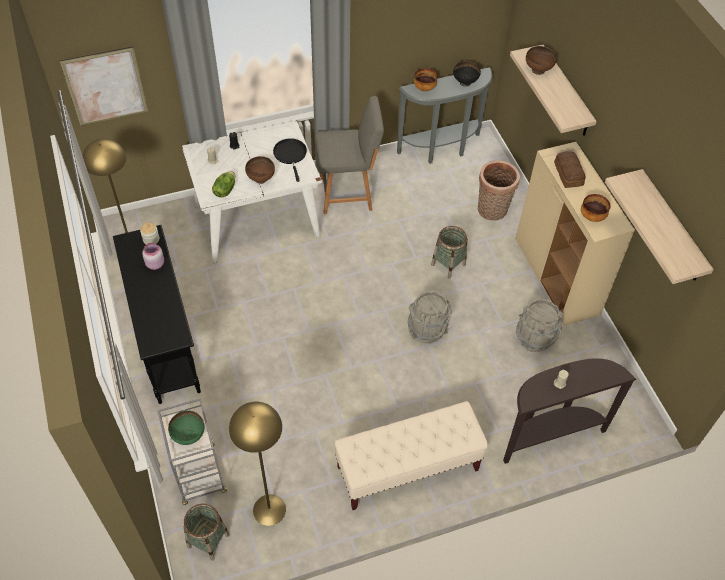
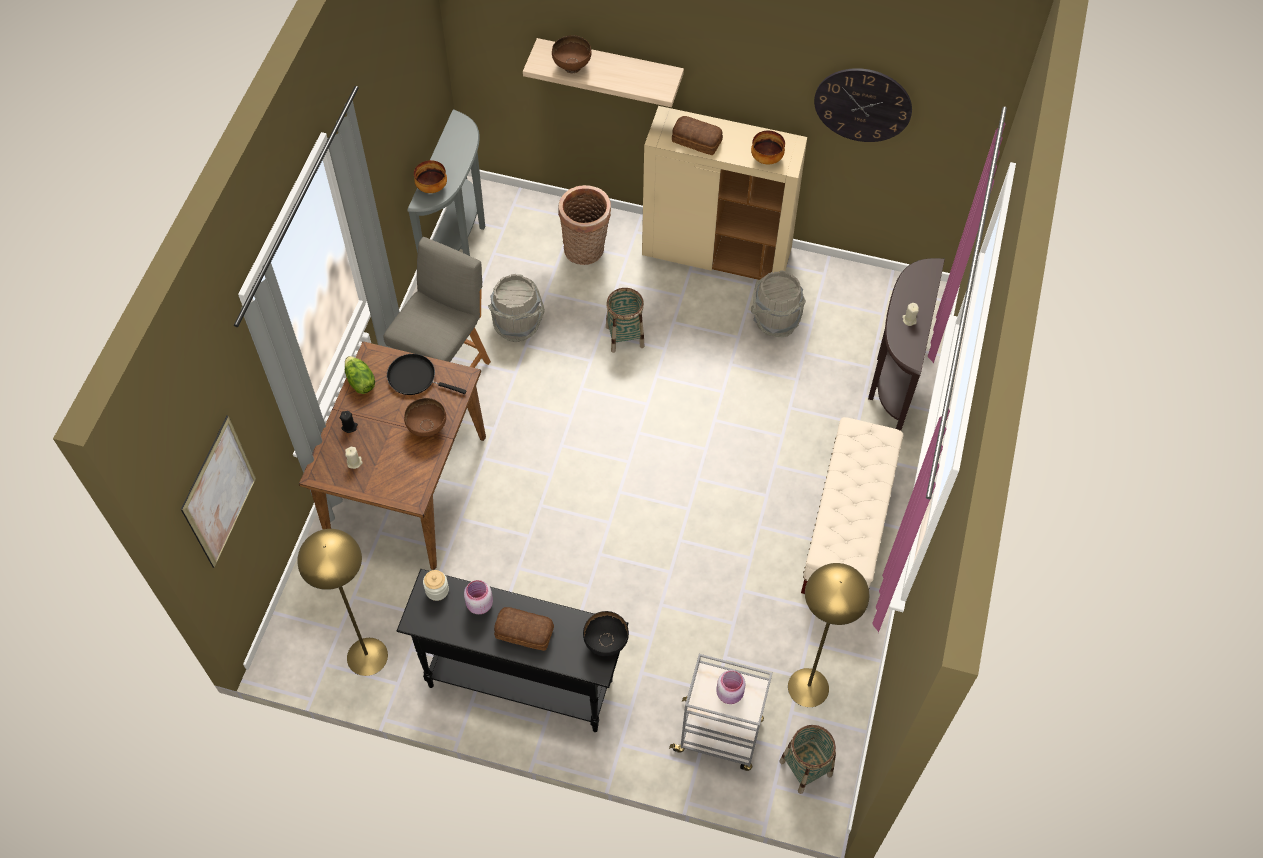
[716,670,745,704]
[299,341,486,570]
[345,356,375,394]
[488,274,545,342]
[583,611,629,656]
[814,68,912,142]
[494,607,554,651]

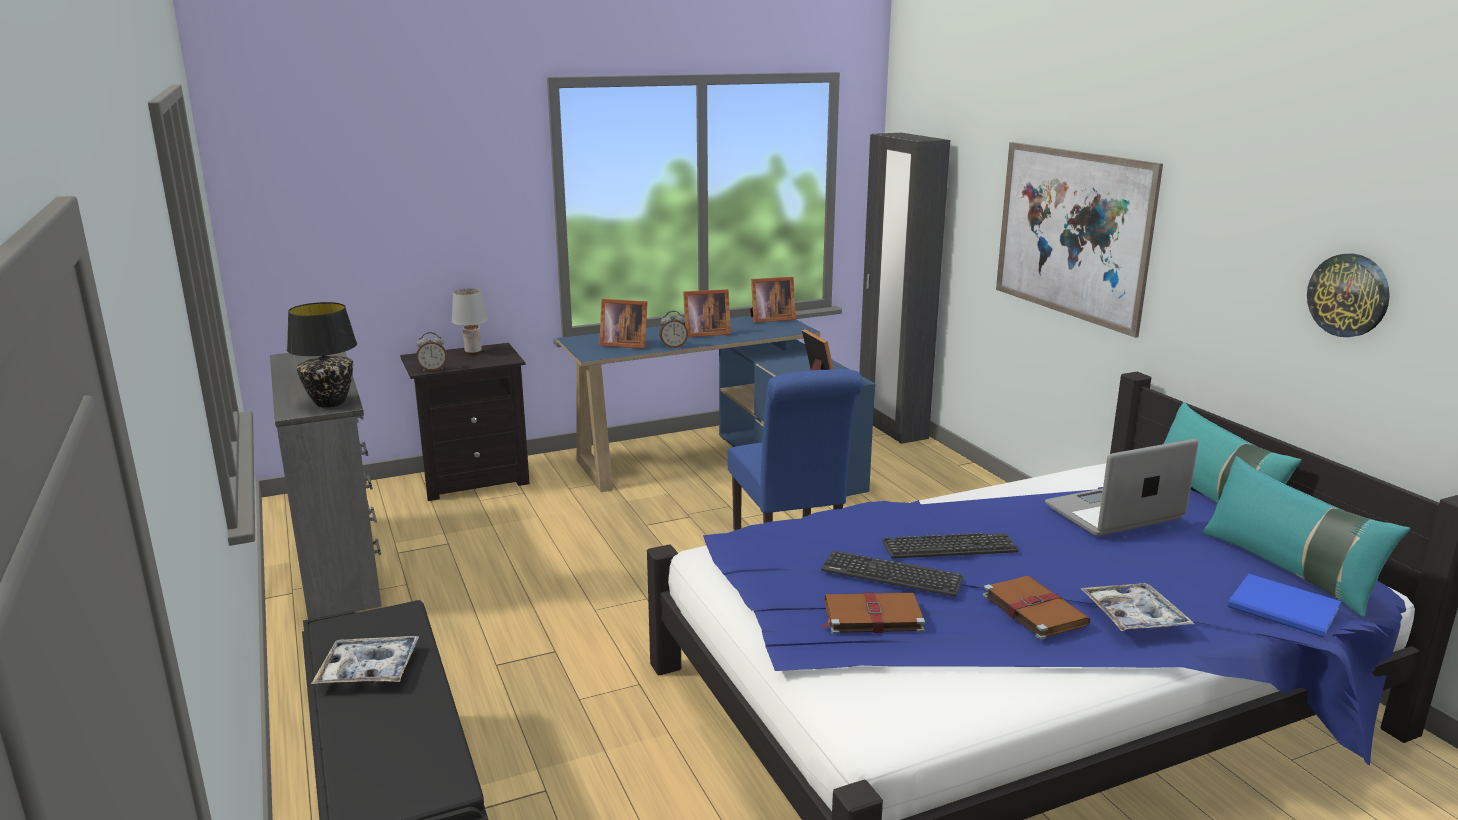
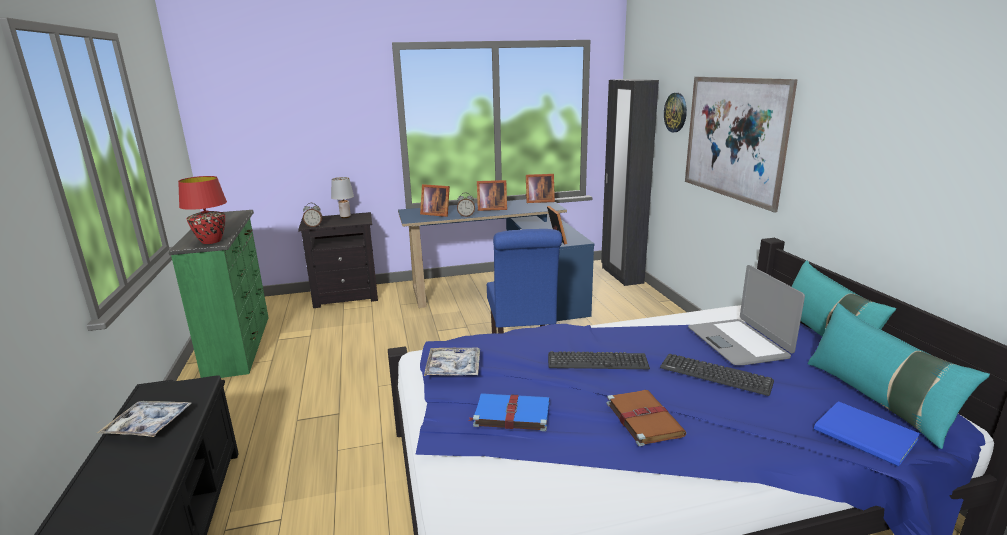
[168,210,269,378]
[178,176,227,244]
[660,354,774,396]
[468,393,549,431]
[688,265,805,365]
[424,347,480,376]
[664,93,687,132]

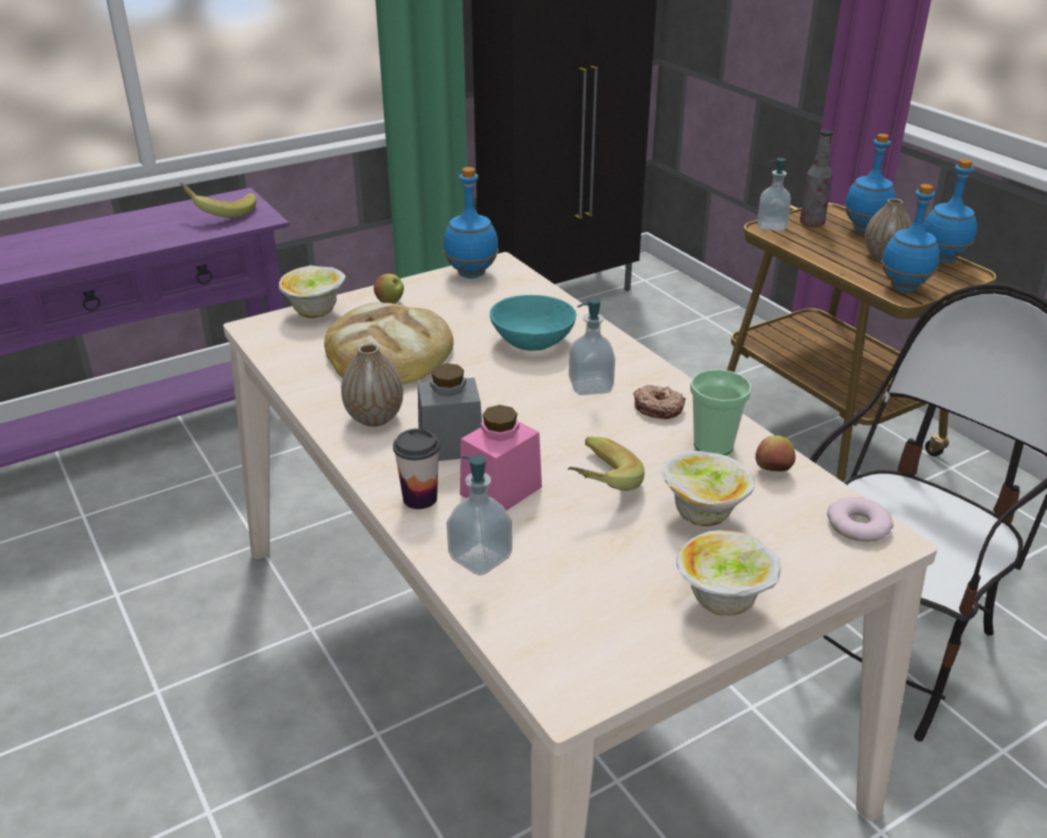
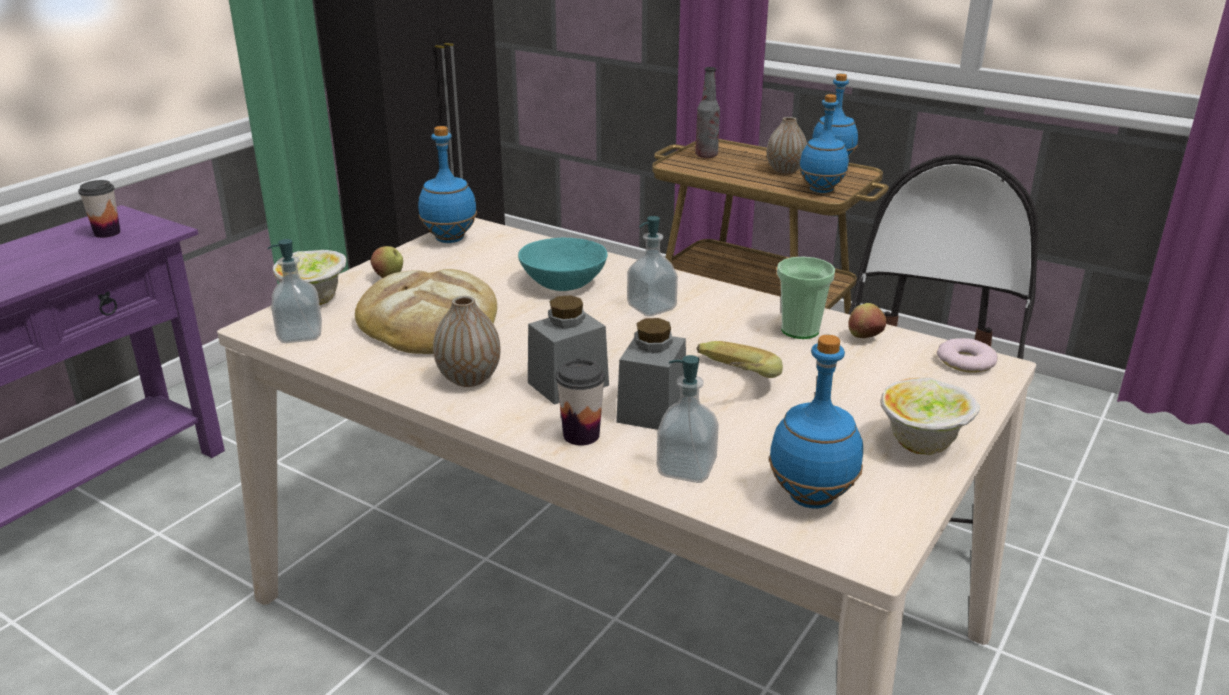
[78,180,120,238]
[616,318,686,430]
[633,385,686,419] (first image)
[661,451,755,526] (first image)
[268,239,322,343]
[769,335,863,508]

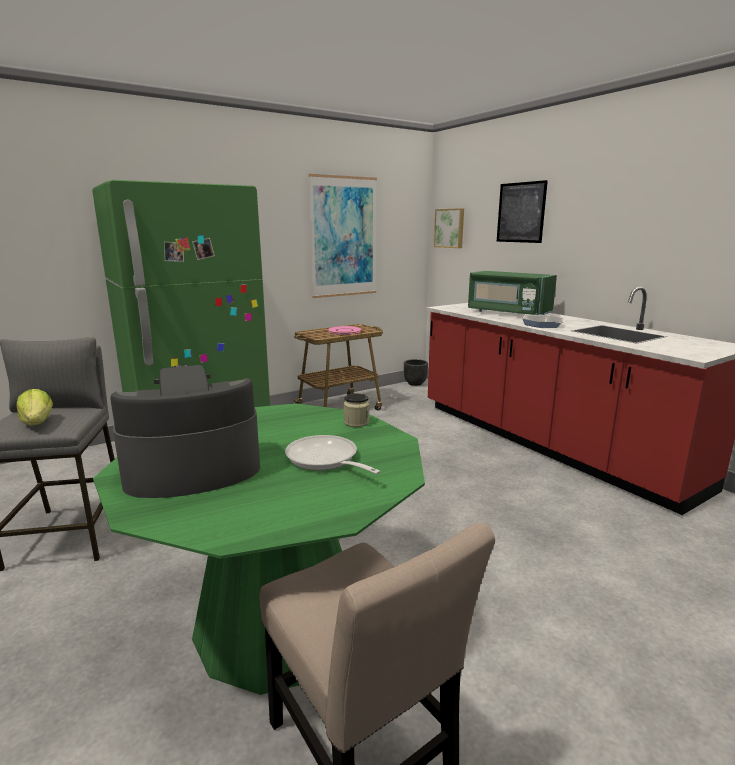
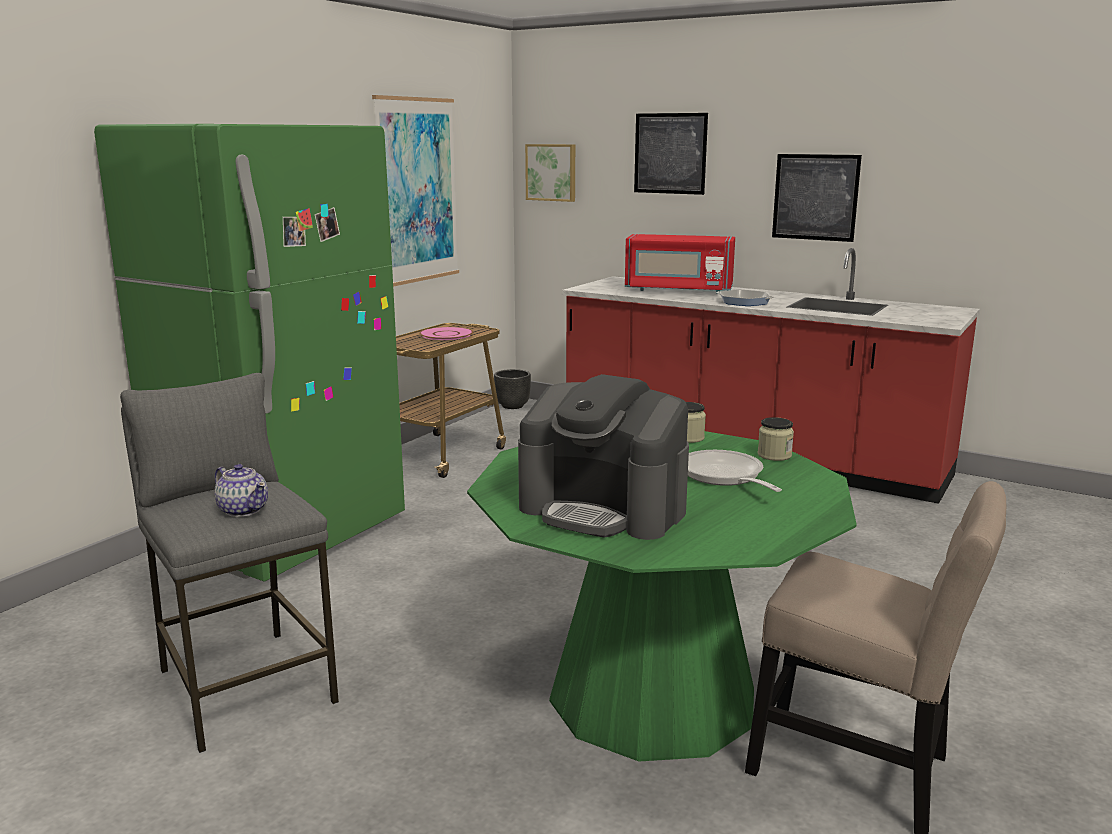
[214,464,268,517]
[518,374,689,540]
[688,450,782,492]
[625,234,735,294]
[758,417,794,461]
[772,154,862,242]

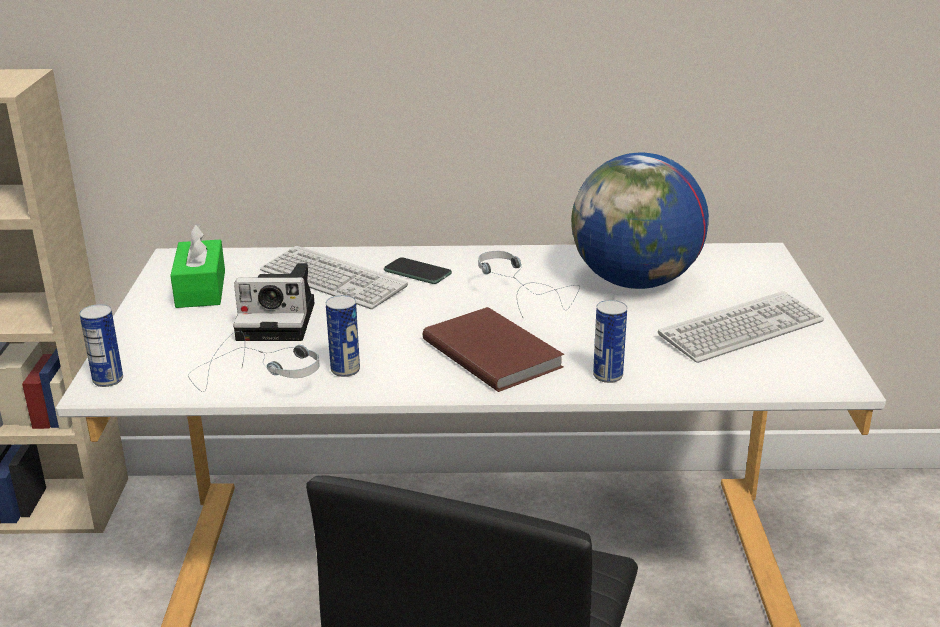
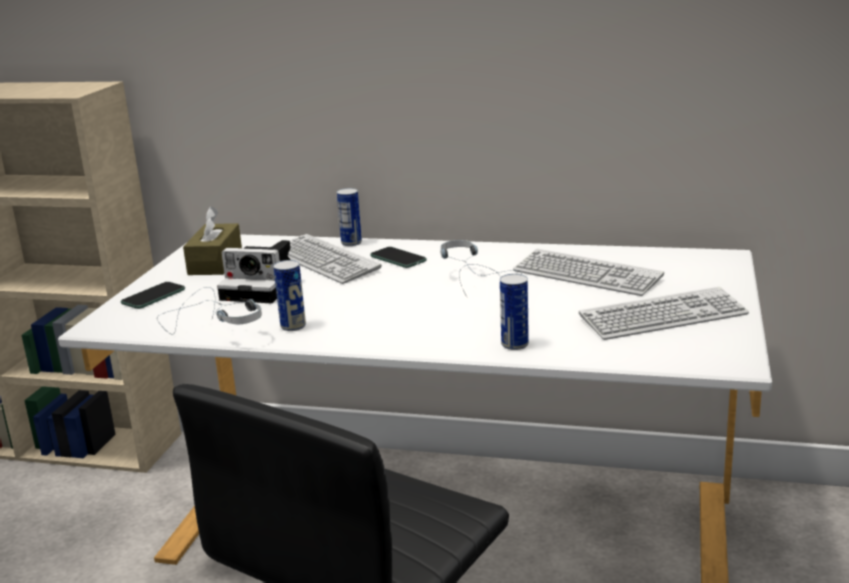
[337,188,362,246]
[183,206,242,275]
[423,307,564,392] (first image)
[513,249,664,296]
[121,282,185,309]

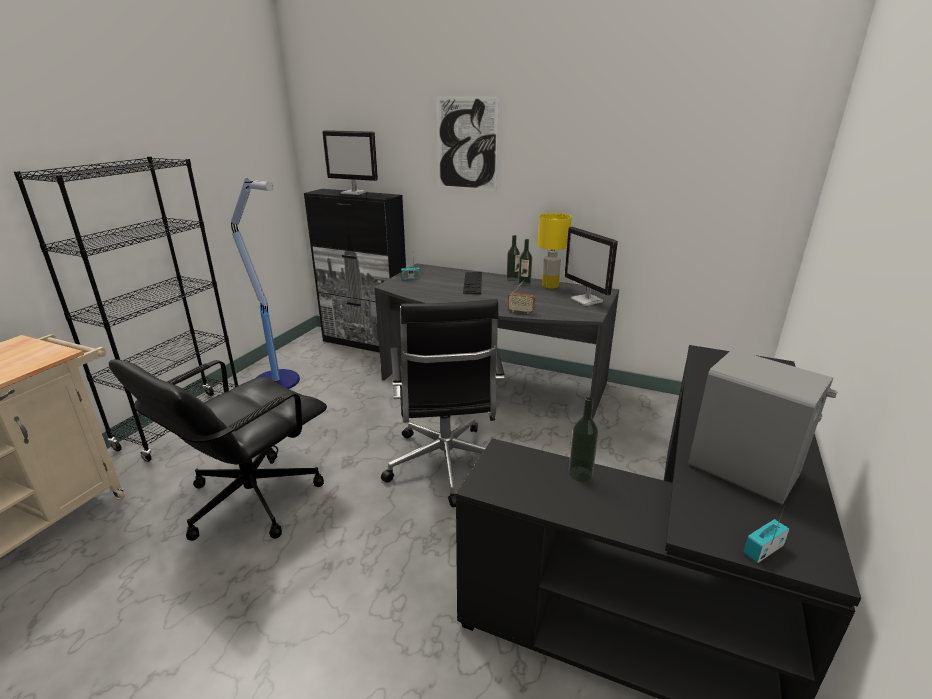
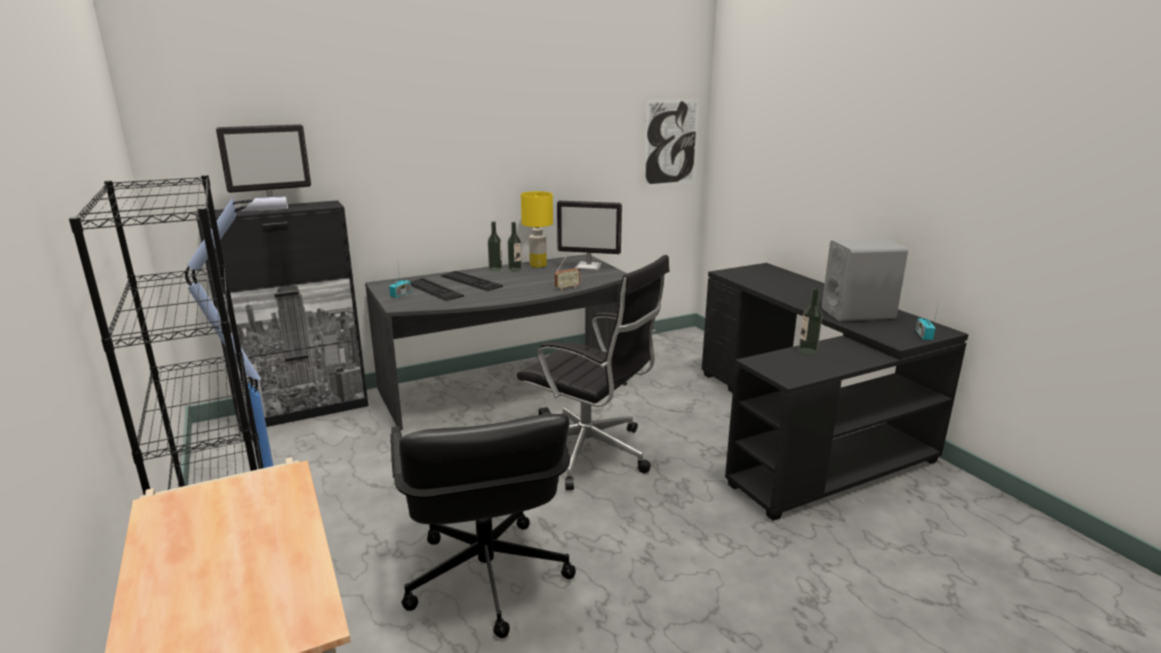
[643,99,699,186]
[410,278,464,301]

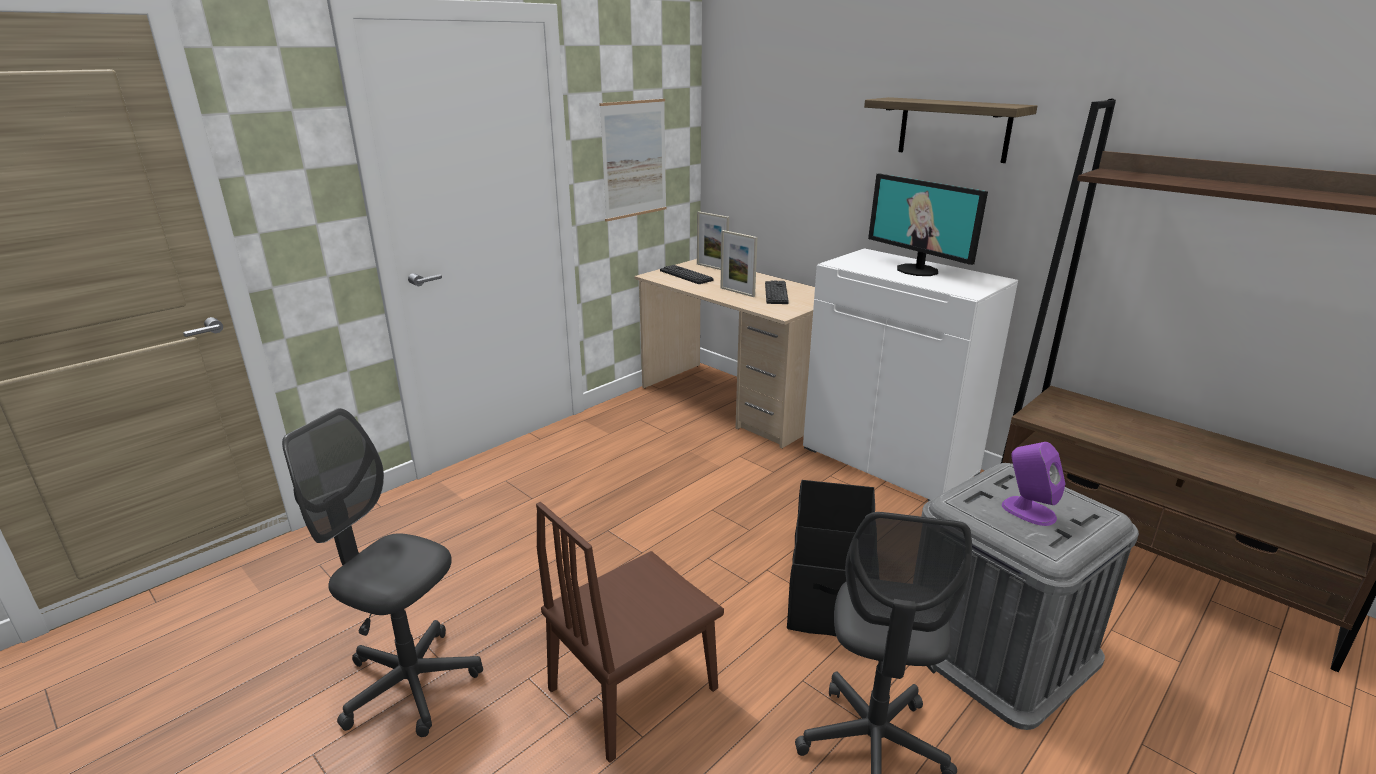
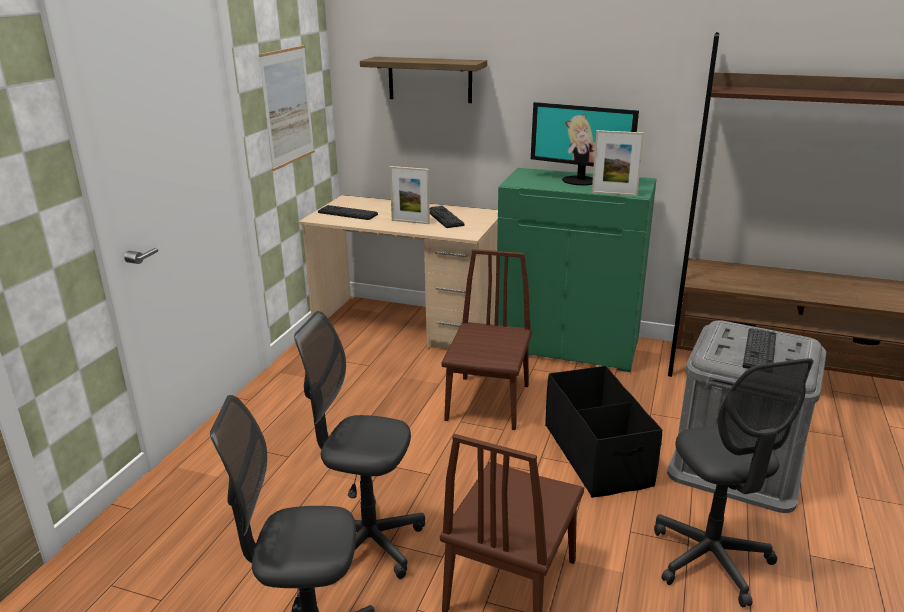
[592,130,644,196]
[497,168,657,372]
[360,57,487,103]
[742,328,776,369]
[294,311,425,579]
[442,249,532,430]

